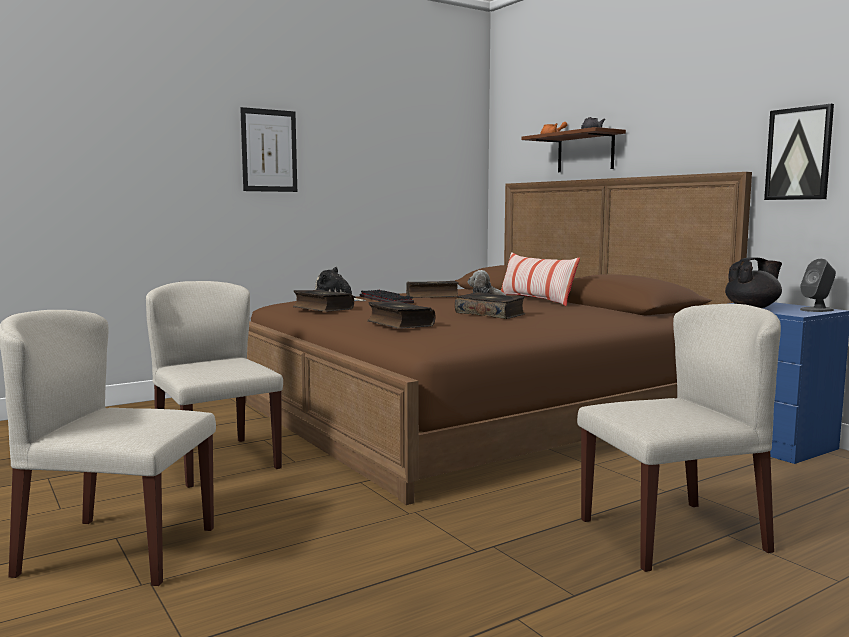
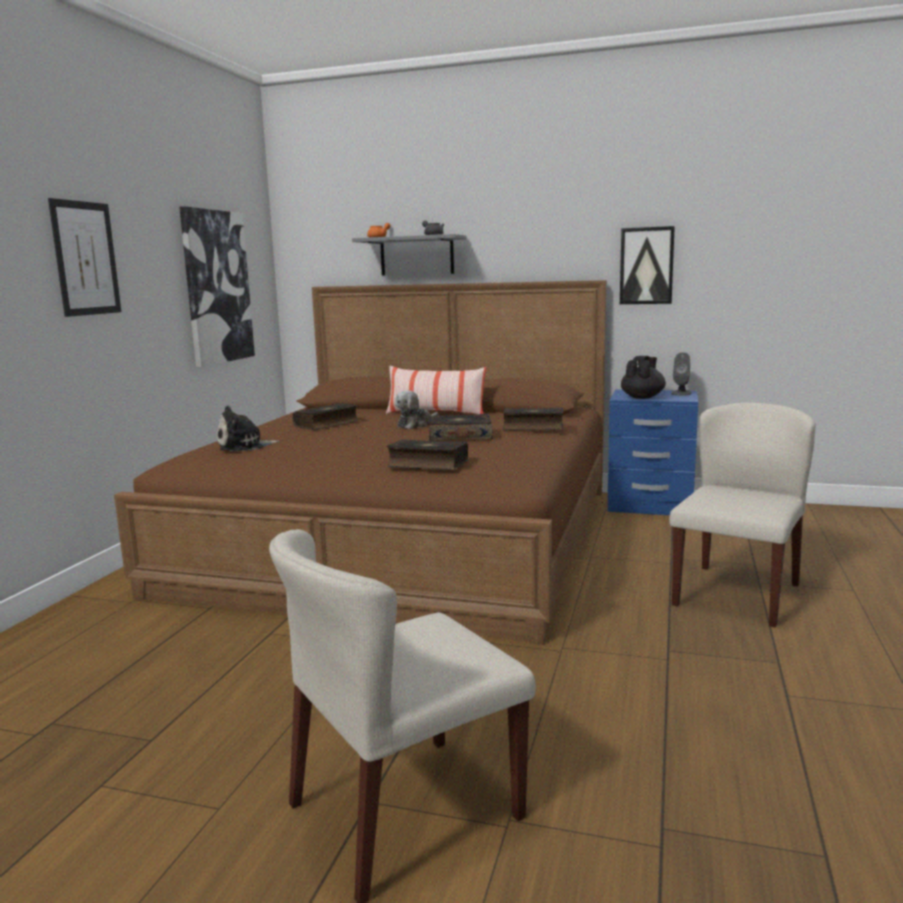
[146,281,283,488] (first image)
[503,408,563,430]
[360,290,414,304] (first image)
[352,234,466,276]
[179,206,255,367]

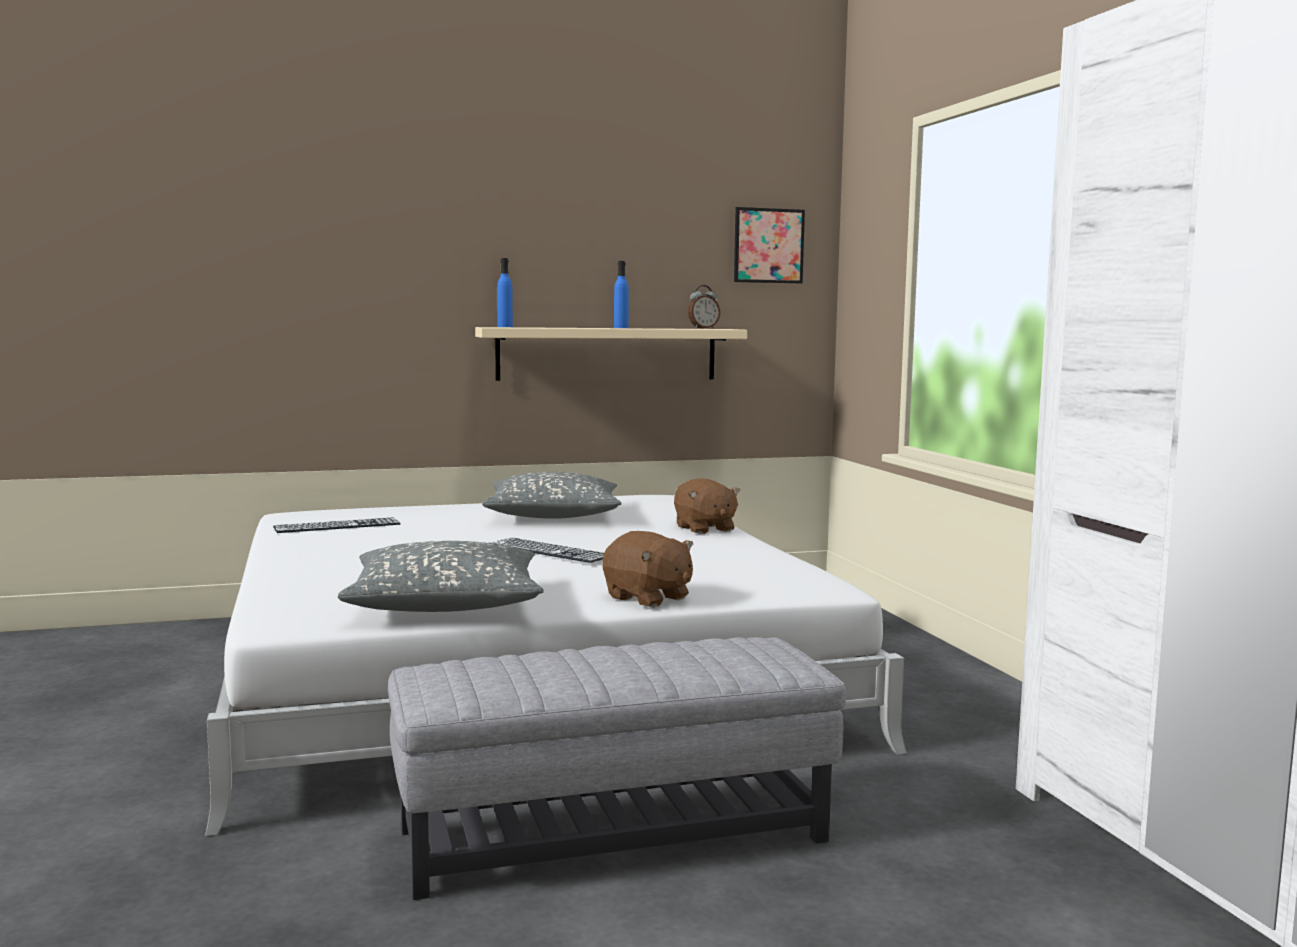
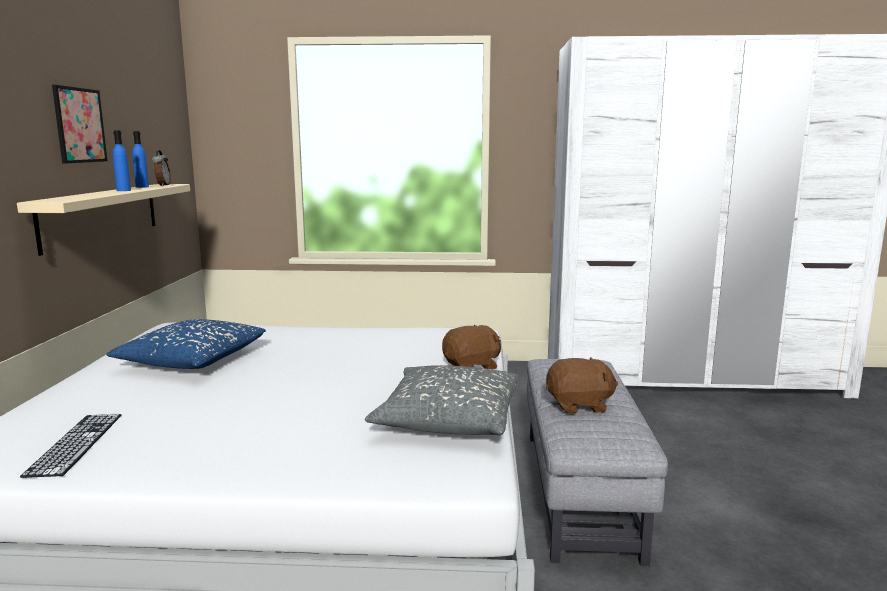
[106,319,265,369]
[490,537,604,563] (first image)
[132,131,149,188]
[546,357,618,414]
[52,85,107,163]

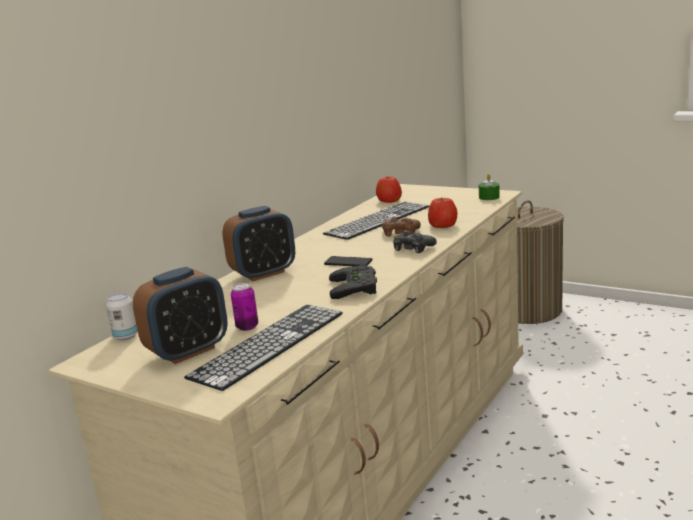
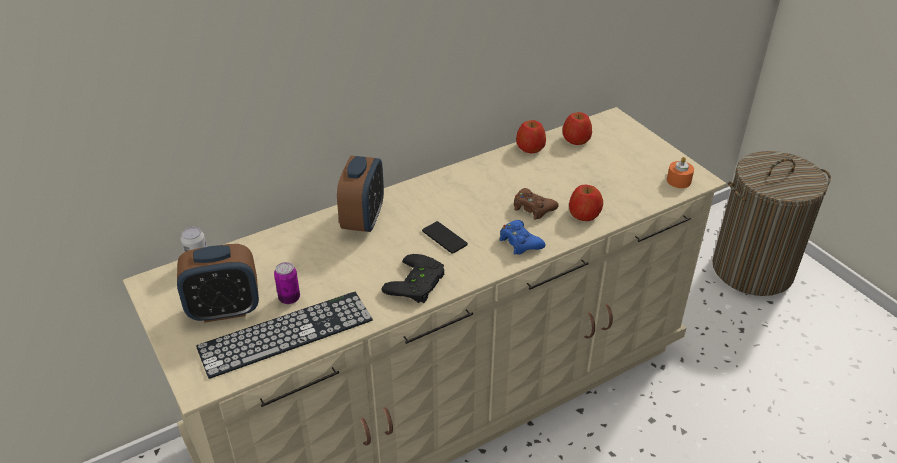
[337,156,384,232]
[323,202,429,240] (first image)
[499,220,545,255]
[667,157,694,188]
[516,120,546,154]

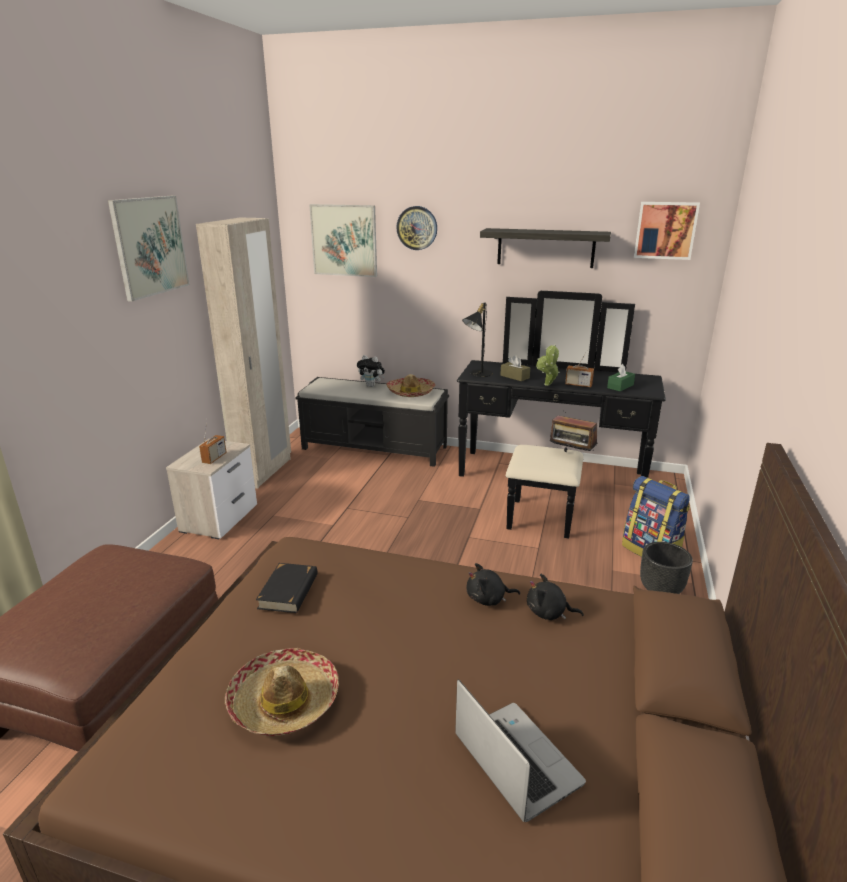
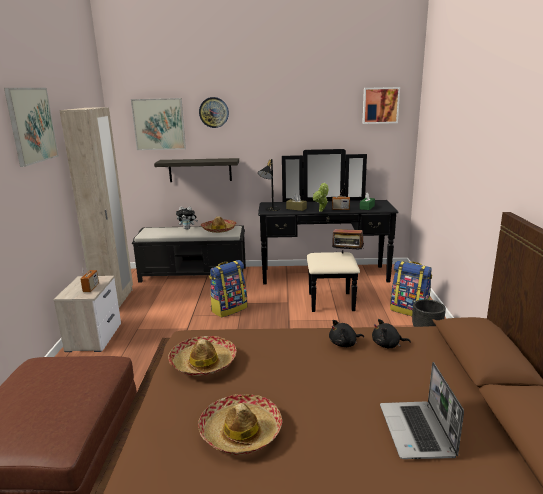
[168,336,237,376]
[380,362,464,459]
[154,158,239,182]
[209,260,247,318]

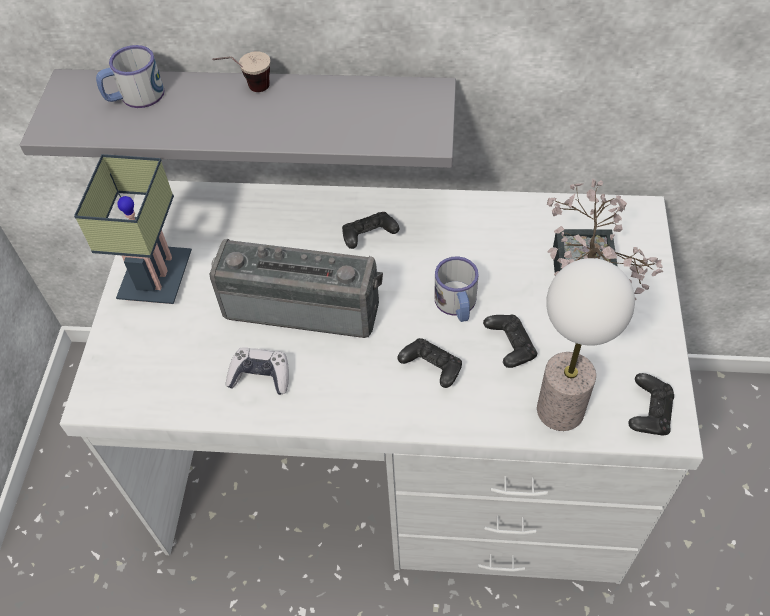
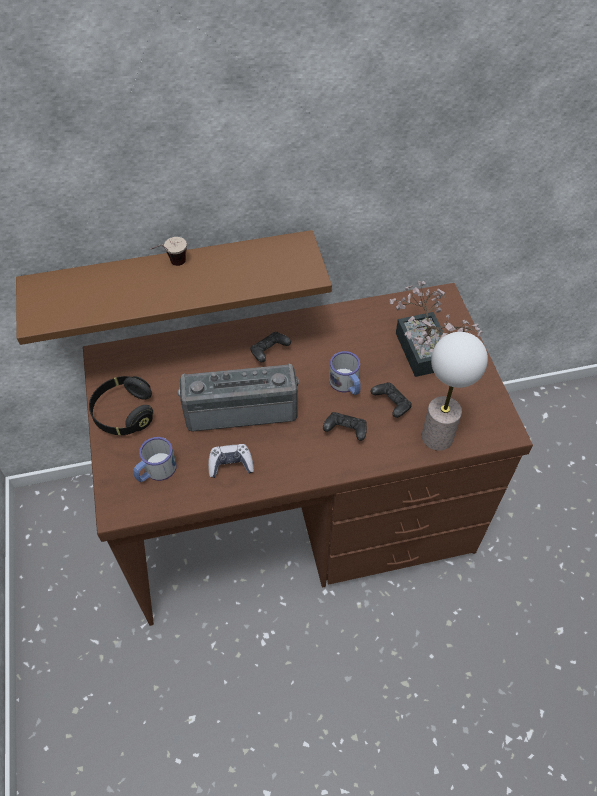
[16,230,332,345]
[83,283,533,626]
[89,376,153,435]
[133,437,177,482]
[628,373,674,435] (first image)

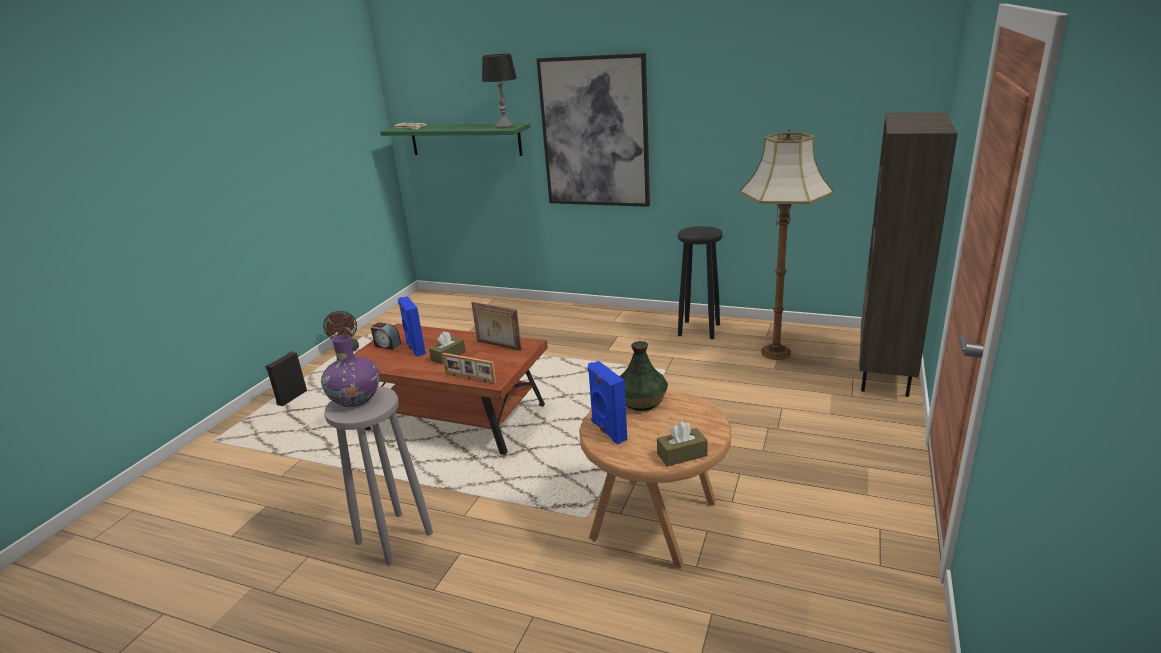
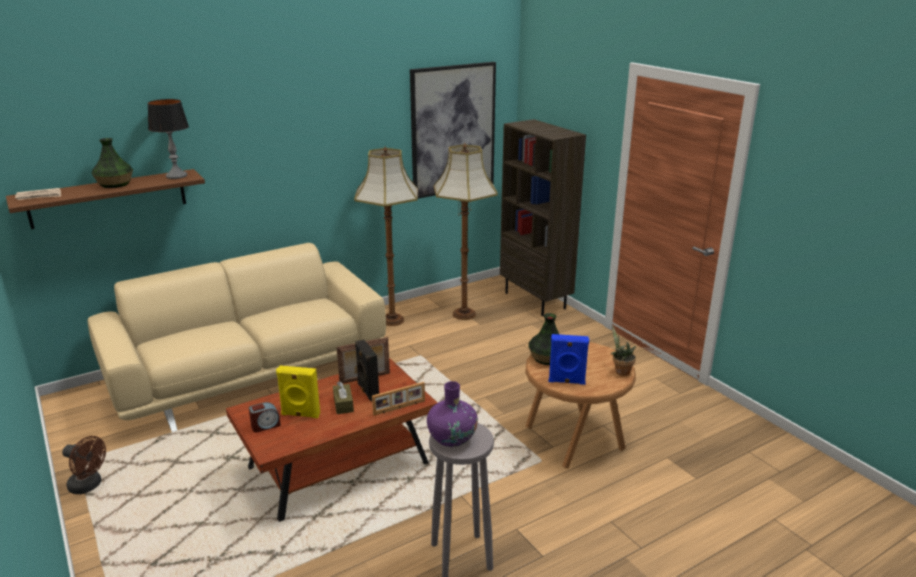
[355,340,379,402]
[6,169,205,229]
[276,366,320,418]
[410,62,496,199]
[611,325,636,376]
[354,147,418,326]
[88,243,386,432]
[92,138,133,188]

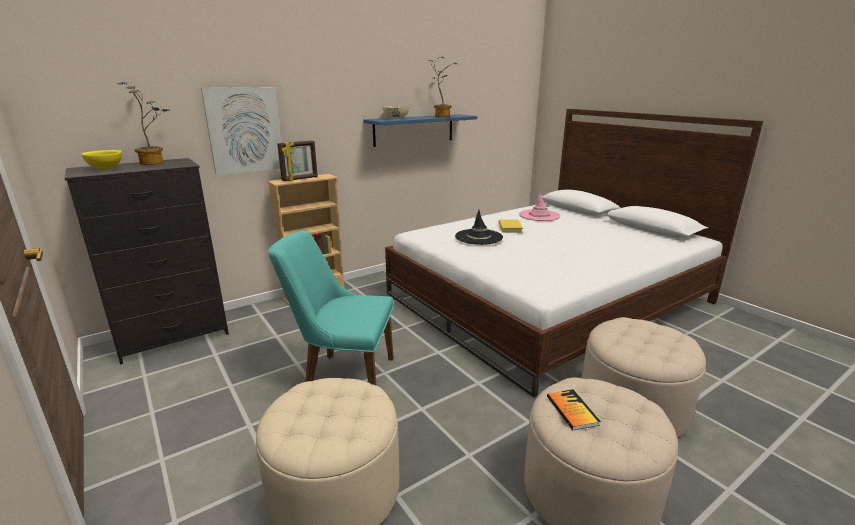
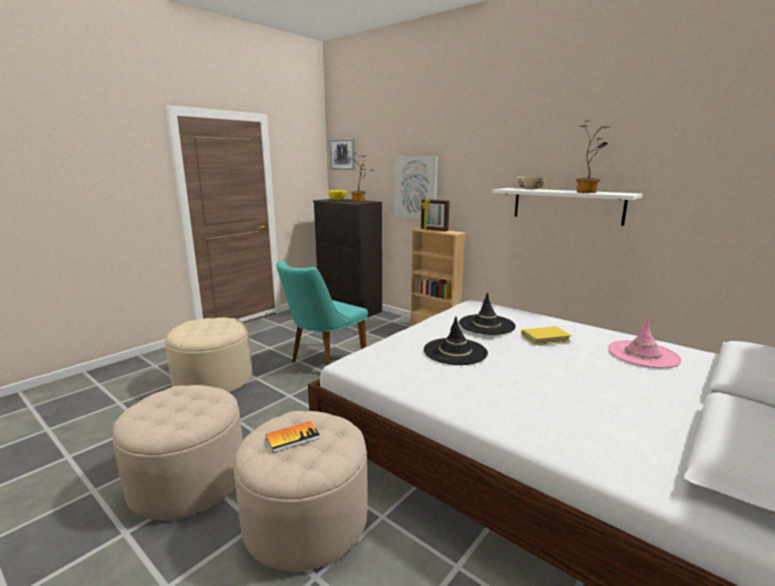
[276,261,368,366]
[492,188,643,226]
[266,421,320,453]
[330,138,355,170]
[424,316,488,365]

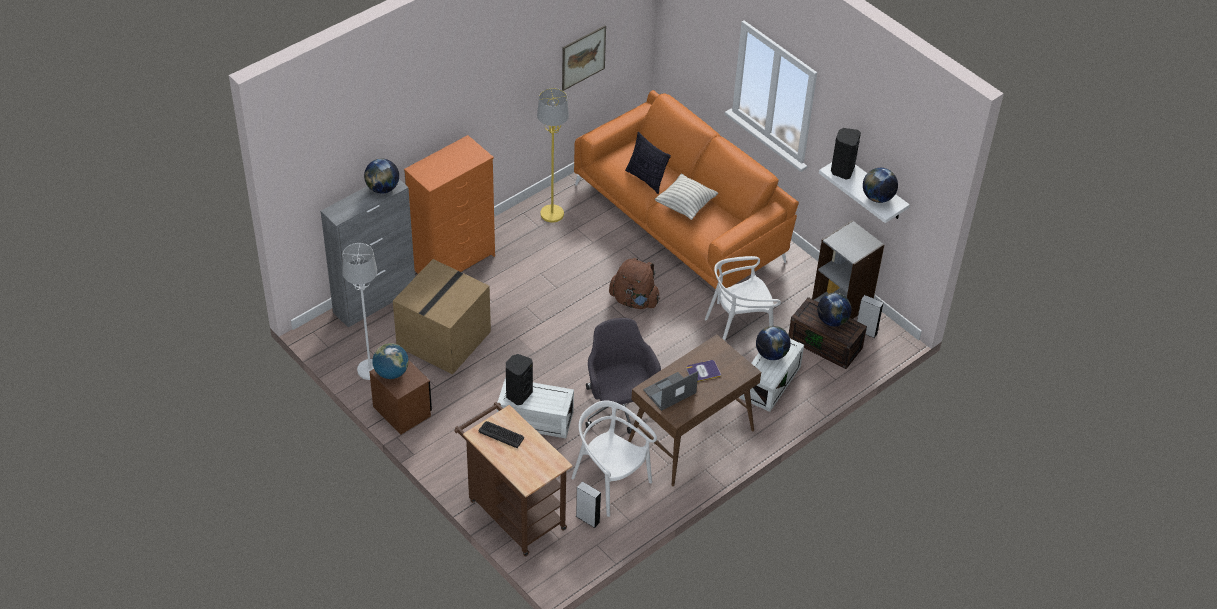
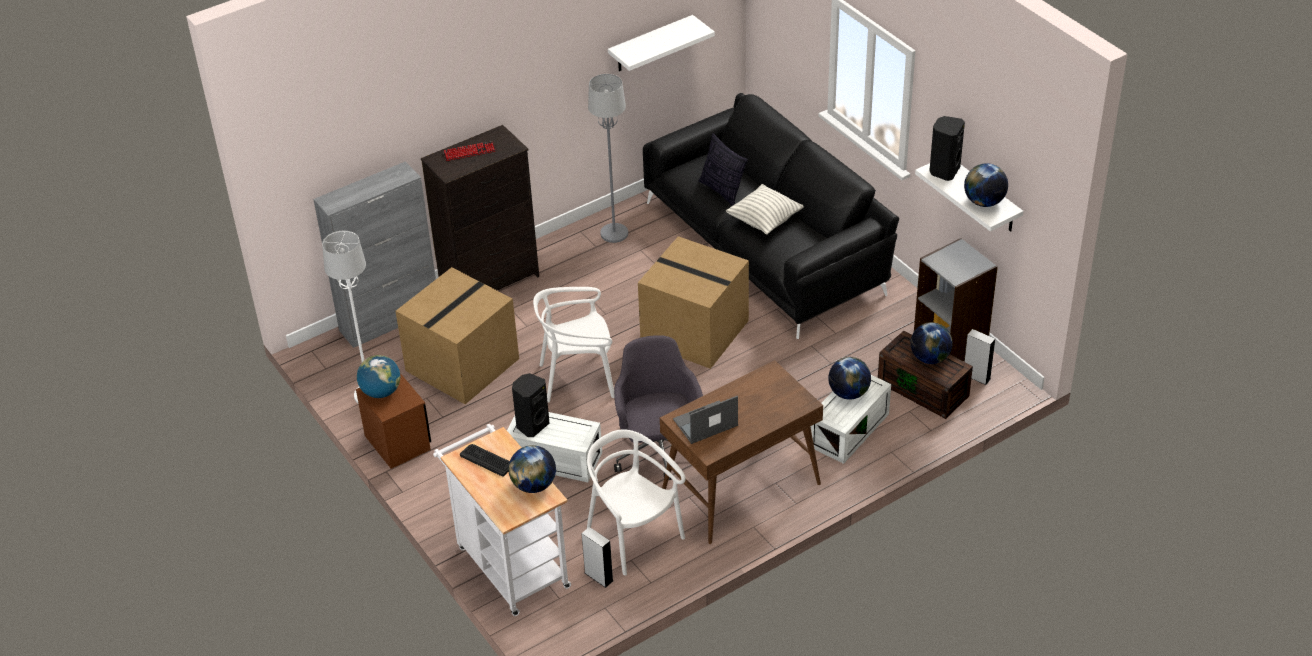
[508,445,556,493]
[421,125,539,291]
[433,424,571,616]
[588,74,628,243]
[608,15,715,71]
[643,93,899,339]
[638,236,749,369]
[686,360,721,382] (first image)
[533,287,614,403]
[443,141,496,161]

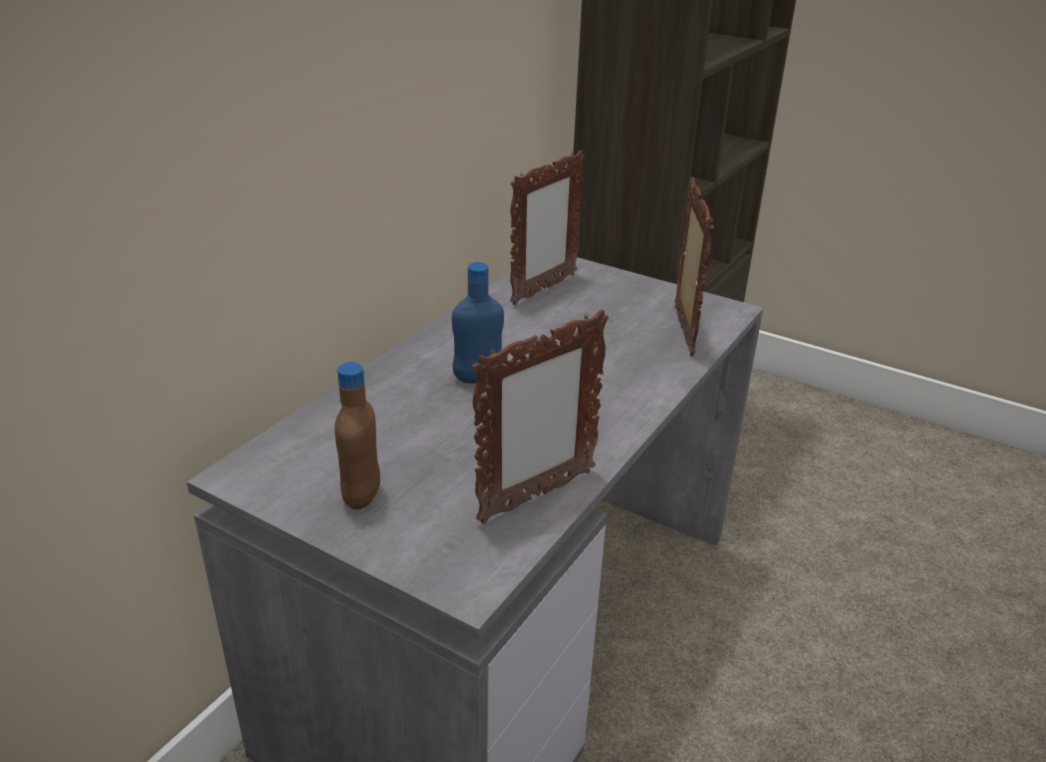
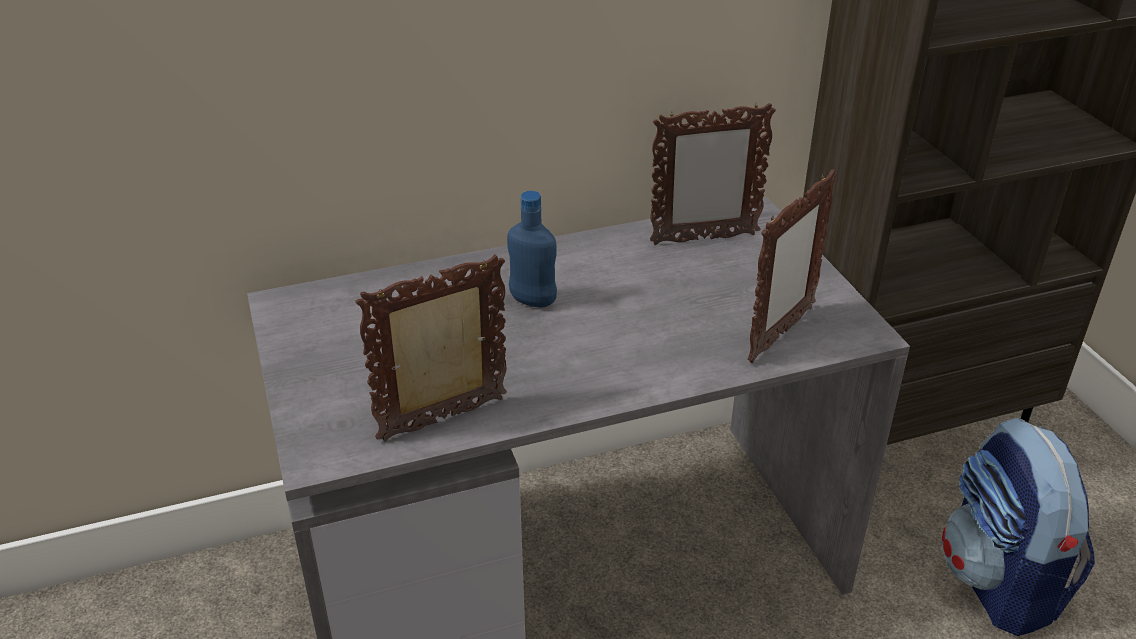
[335,362,380,510] (first image)
[355,254,507,442]
[942,417,1095,636]

